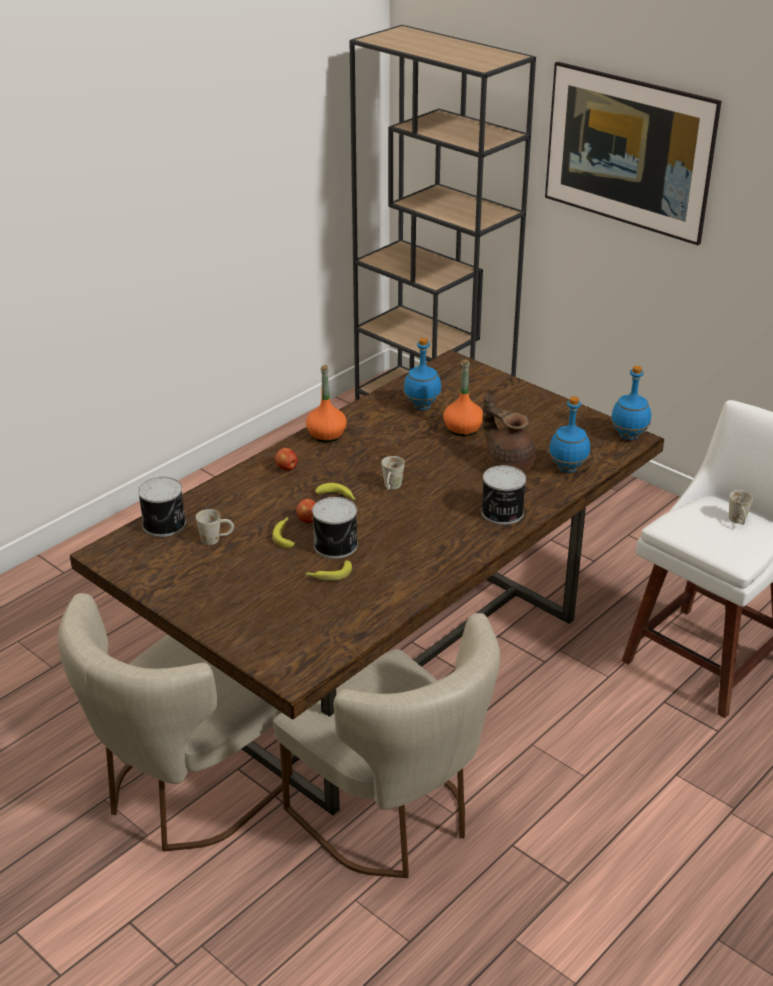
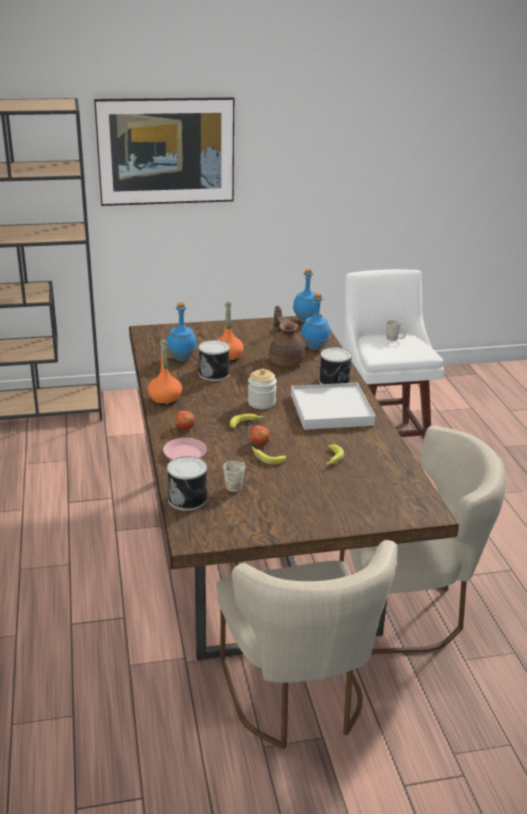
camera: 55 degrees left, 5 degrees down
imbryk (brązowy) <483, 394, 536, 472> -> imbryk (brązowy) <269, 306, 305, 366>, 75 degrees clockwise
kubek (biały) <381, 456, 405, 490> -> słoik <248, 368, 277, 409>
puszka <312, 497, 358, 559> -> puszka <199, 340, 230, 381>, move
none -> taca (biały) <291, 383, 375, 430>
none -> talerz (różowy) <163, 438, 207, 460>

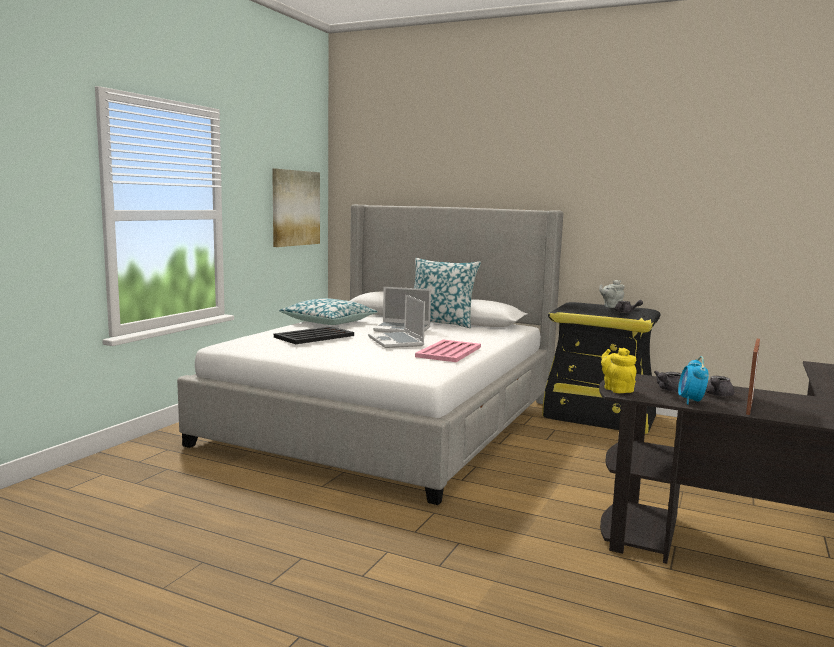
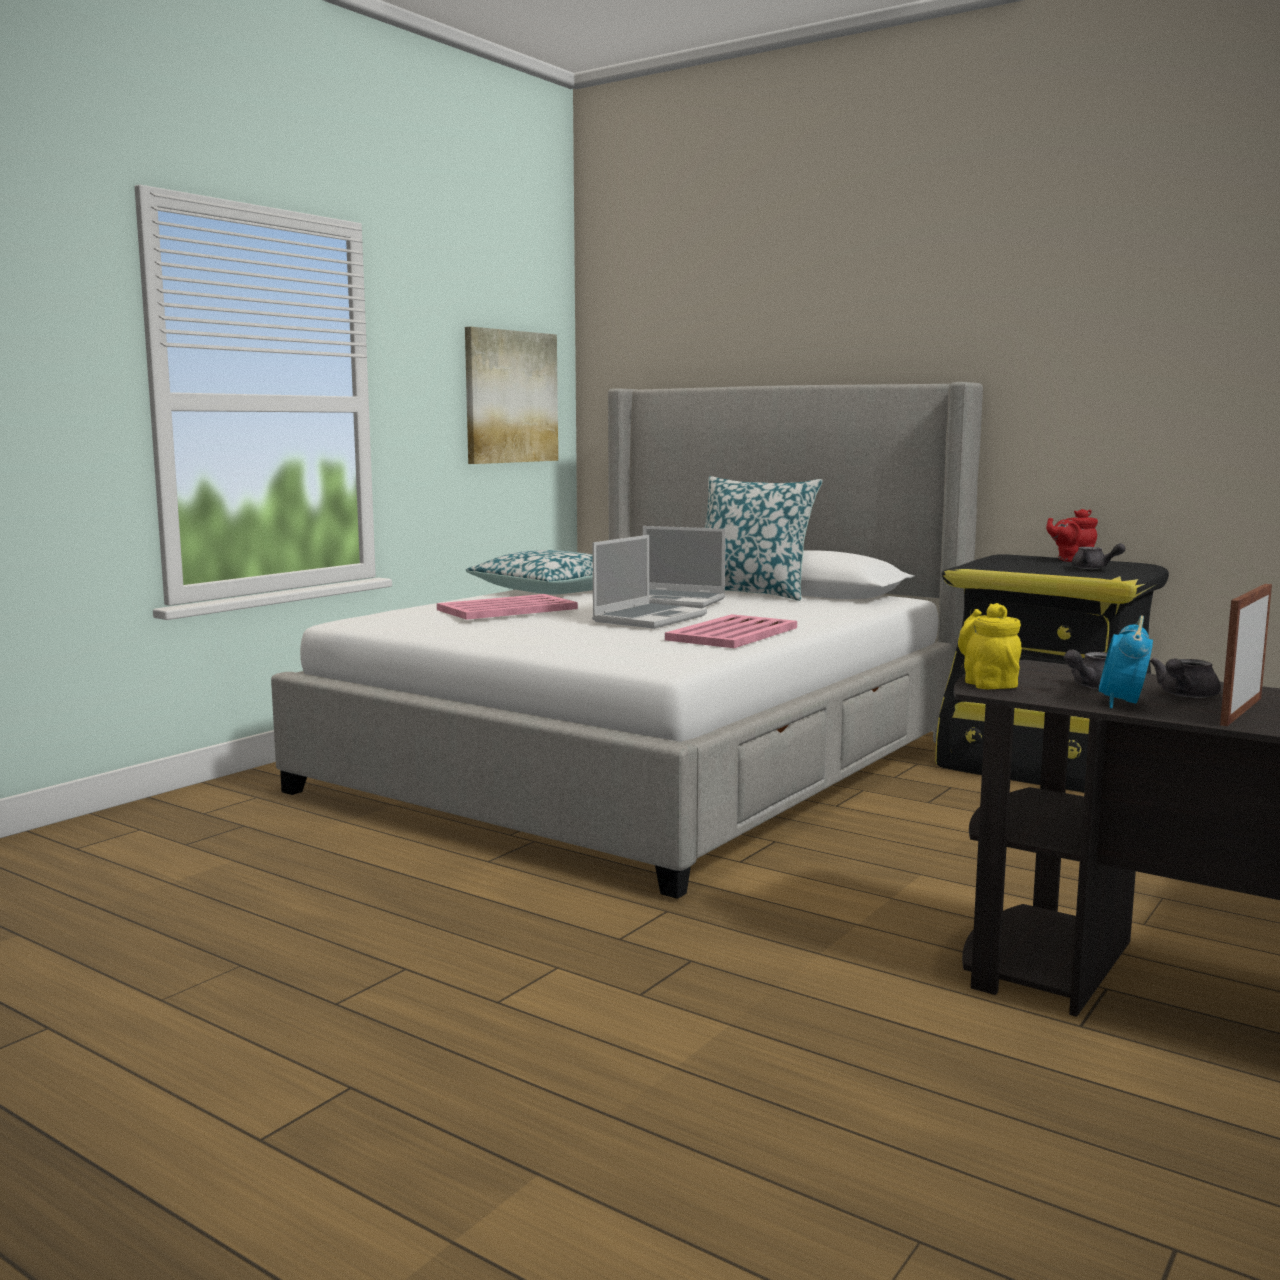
camera: 10 degrees right, 0 degrees up
imbryk (szary) <599, 280, 625, 308> -> imbryk (czerwony) <1046, 509, 1098, 562>
laptop <368, 294, 425, 348> -> laptop <592, 535, 707, 629>, 135 degrees counterclockwise
taca (czarny) <274, 326, 354, 344> -> taca (różowy) <437, 594, 578, 620>

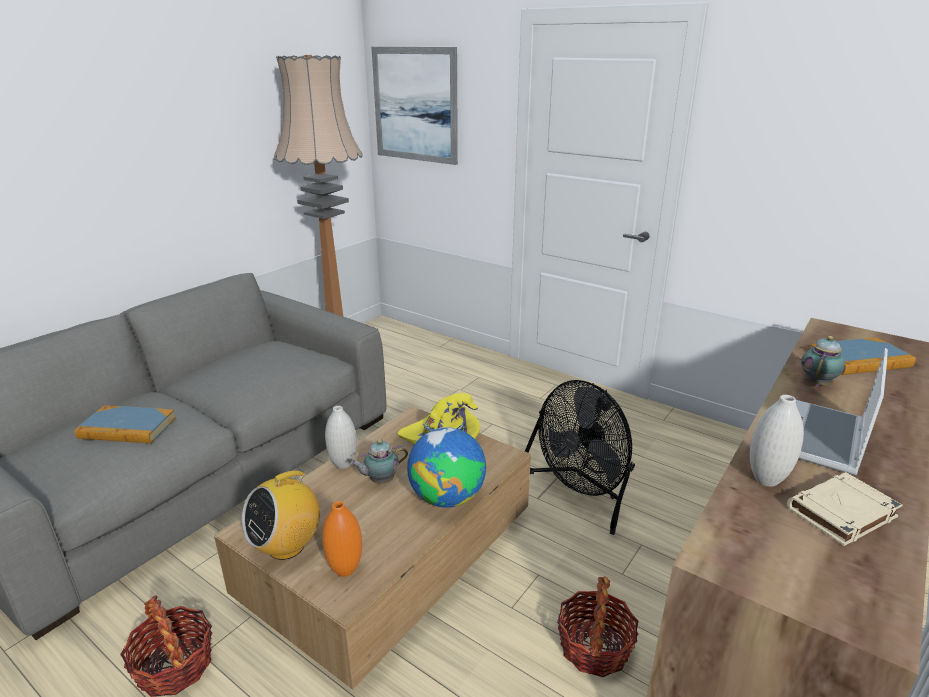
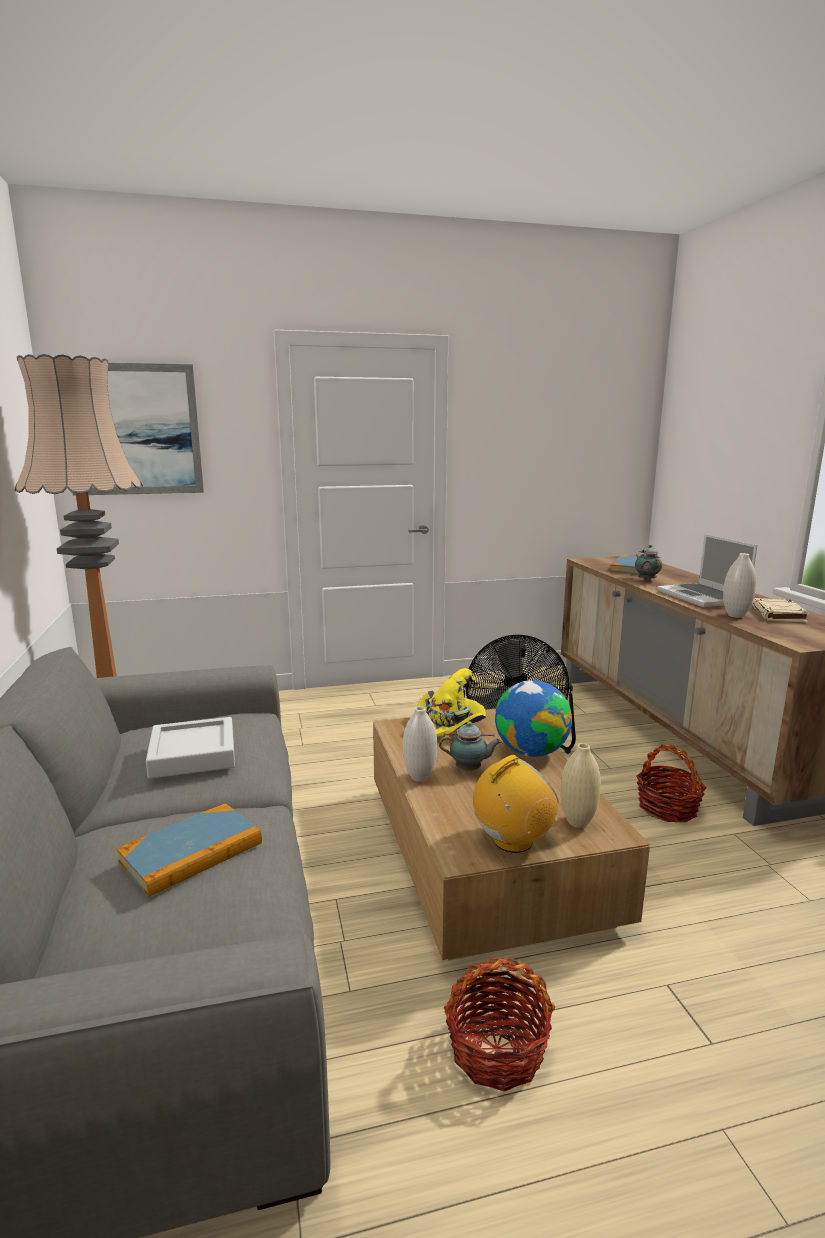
camera: 50 degrees left, 10 degrees down
imbryk <350, 439, 408, 484> -> imbryk <439, 721, 501, 770>, 105 degrees counterclockwise
radio <242, 465, 320, 560> -> radio <473, 755, 559, 853>, 120 degrees counterclockwise
wazon (pomarańczowy) <322, 501, 362, 577> -> wazon (beżowy) <560, 743, 601, 828>
none -> taca (szary) <146, 717, 235, 779>

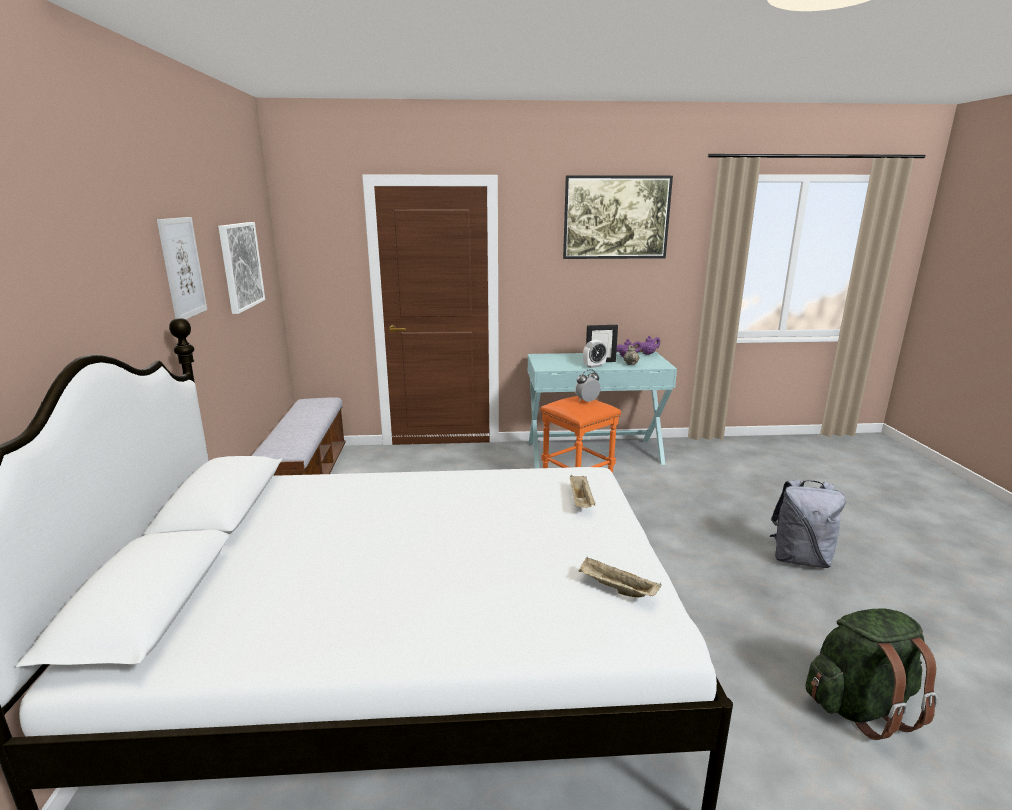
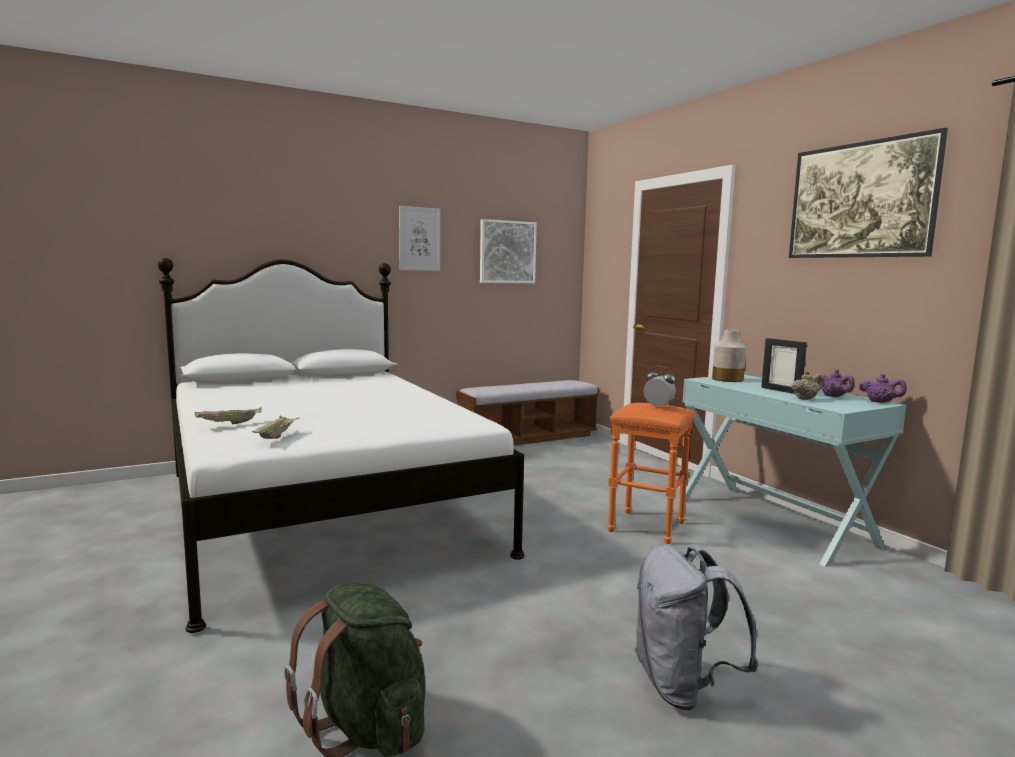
camera: 65 degrees right, 10 degrees down
budzik <583, 339, 607, 368> -> none
taca (beżowy) <570, 475, 595, 508> -> taca (beżowy) <195, 407, 262, 424>, move
none -> wazon (beżowy) <712, 330, 746, 382>

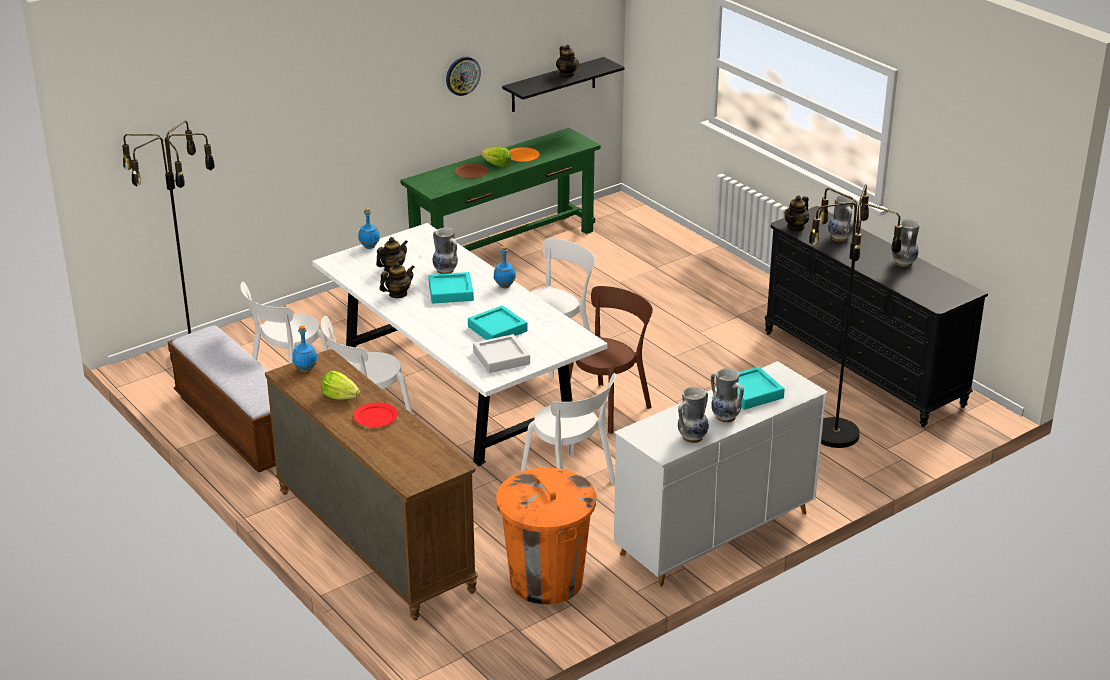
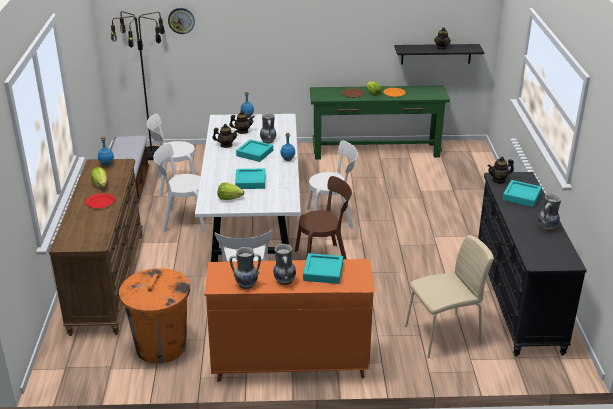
camera: 35 degrees right, 0 degrees up
zegar ścienny <446, 57, 481, 96> -> zegar ścienny <168, 8, 195, 34>, move
lampa stojąca <809, 184, 902, 448> -> krzesło (beżowy) <405, 235, 494, 358>
wazon <828, 195, 854, 241> -> taca (turkusowy) <502, 180, 542, 207>
taca (szary) <473, 334, 530, 373> -> sałata <218, 182, 244, 200>
szafka (biały) <614, 361, 827, 587> -> szafka (pomarańczowy) <205, 259, 375, 382>

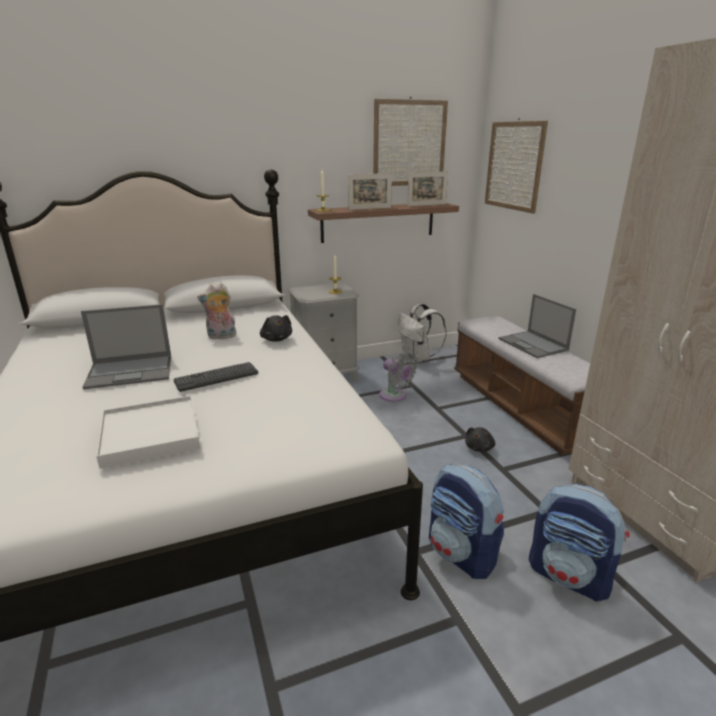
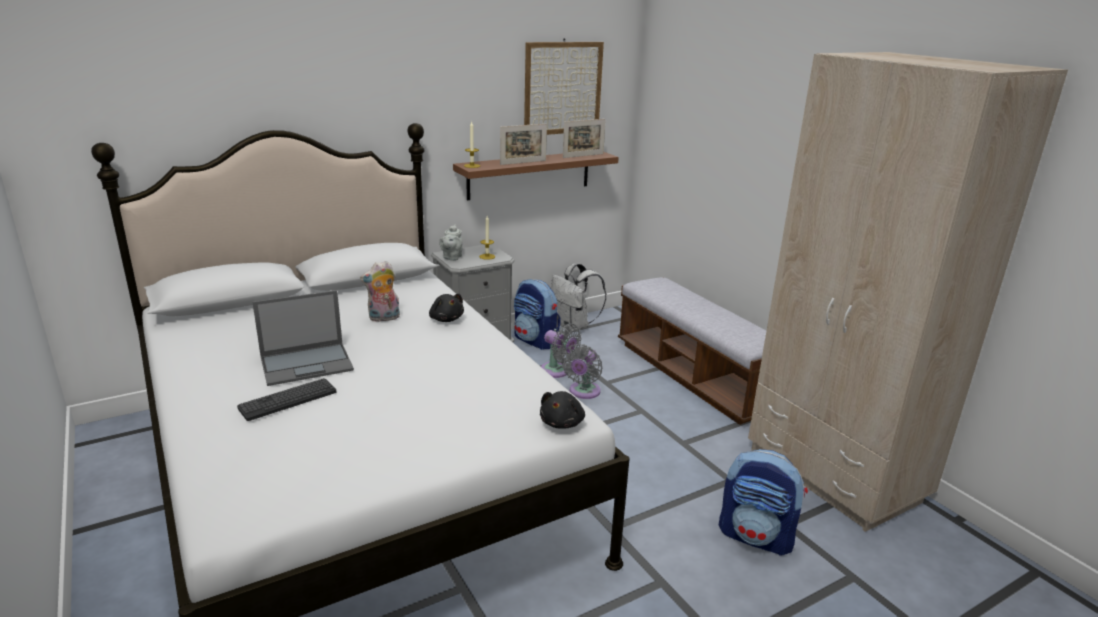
camera: 10 degrees left, 0 degrees up
obraz <485, 118, 548, 214> -> none
laptop <498, 294, 576, 358> -> none
klawiatura <174, 362, 258, 392> -> klawiatura <237, 378, 336, 421>, move
taca (biały) <96, 396, 200, 469> -> none
pluszak (czarny) <465, 427, 495, 452> -> pluszak (czarny) <540, 391, 585, 429>, move
plecak <429, 464, 504, 579> -> plecak <514, 279, 561, 350>, move
none -> imbryk (szary) <439, 225, 463, 261>
none -> wentylator (szary) <561, 344, 602, 399>

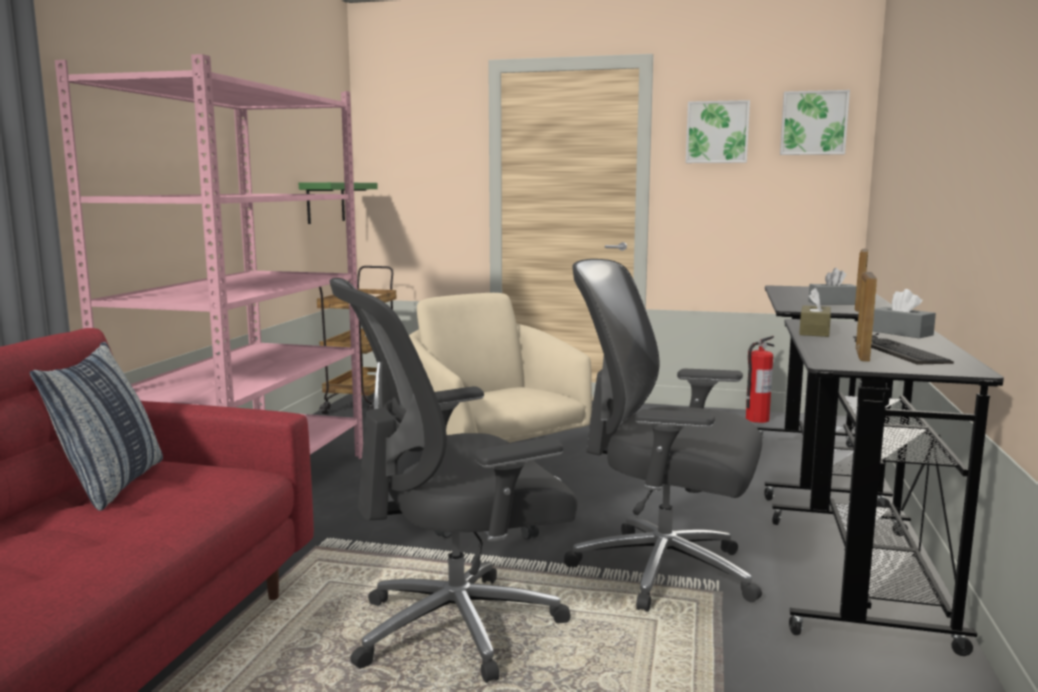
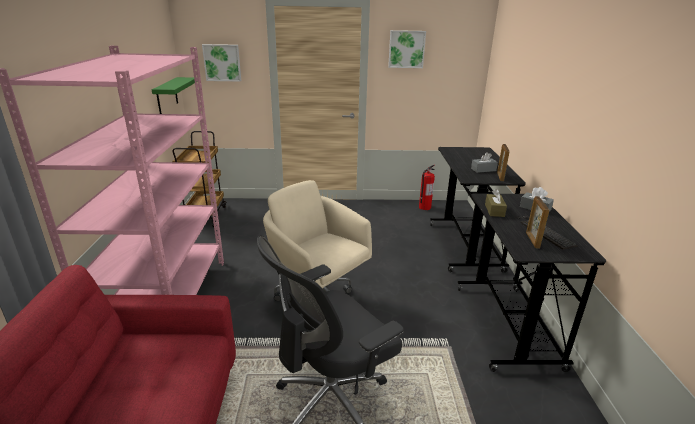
camera: 15 degrees left, 15 degrees up
obraz <780, 90, 850, 155> -> obraz <202, 44, 241, 82>, move
krzesło biurowe <564, 259, 762, 612> -> none
poduszka <30, 342, 163, 511> -> none

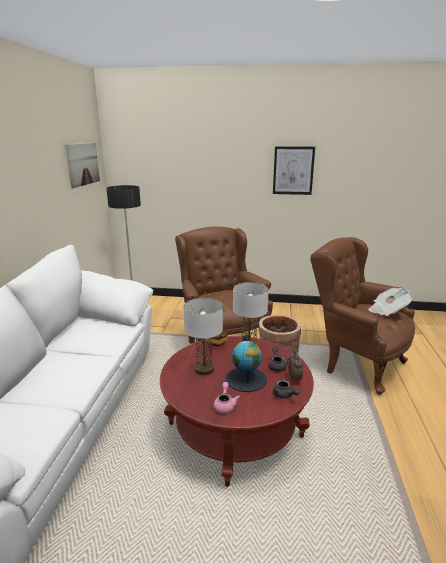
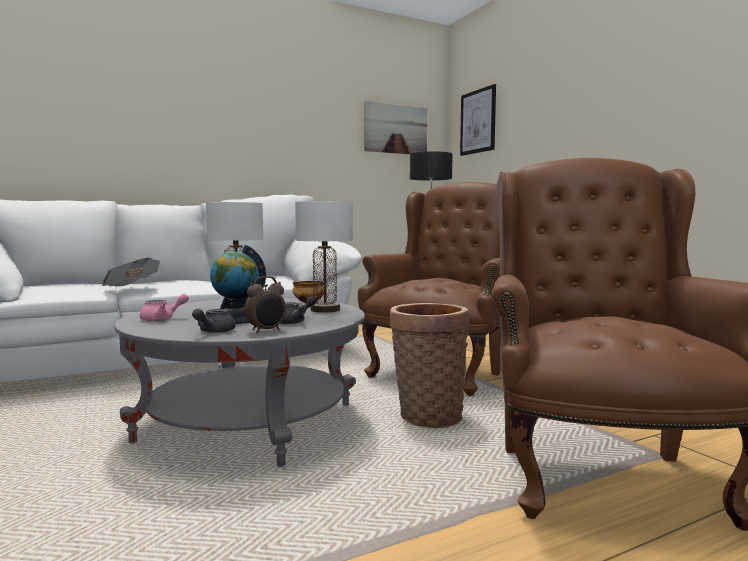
camera: 55 degrees right, 15 degrees down
obraz <273, 146, 315, 195> -> obraz <460, 84, 496, 156>, move
gazeta <368, 288, 412, 316> -> gazeta <102, 258, 160, 286>, move
ława (czerwony) <160, 336, 314, 487> -> ława (szary) <114, 298, 365, 467>

